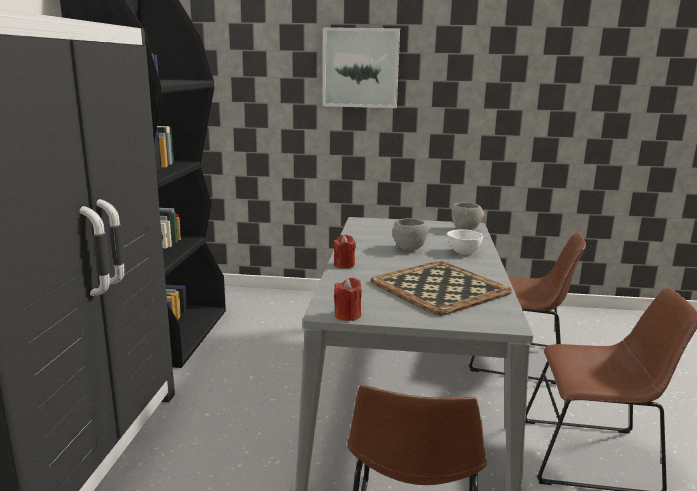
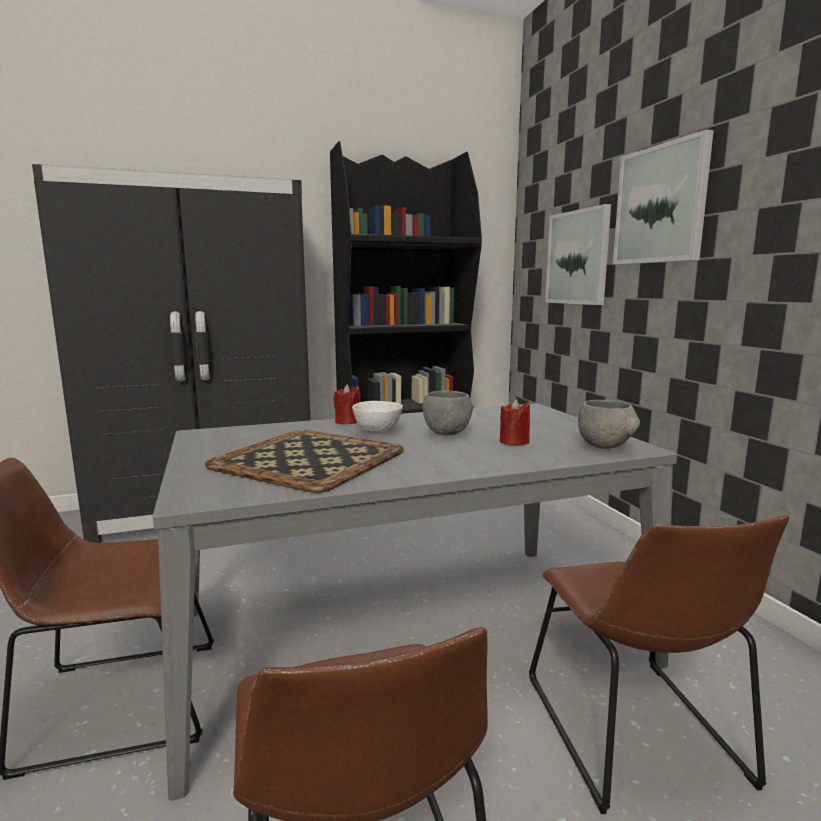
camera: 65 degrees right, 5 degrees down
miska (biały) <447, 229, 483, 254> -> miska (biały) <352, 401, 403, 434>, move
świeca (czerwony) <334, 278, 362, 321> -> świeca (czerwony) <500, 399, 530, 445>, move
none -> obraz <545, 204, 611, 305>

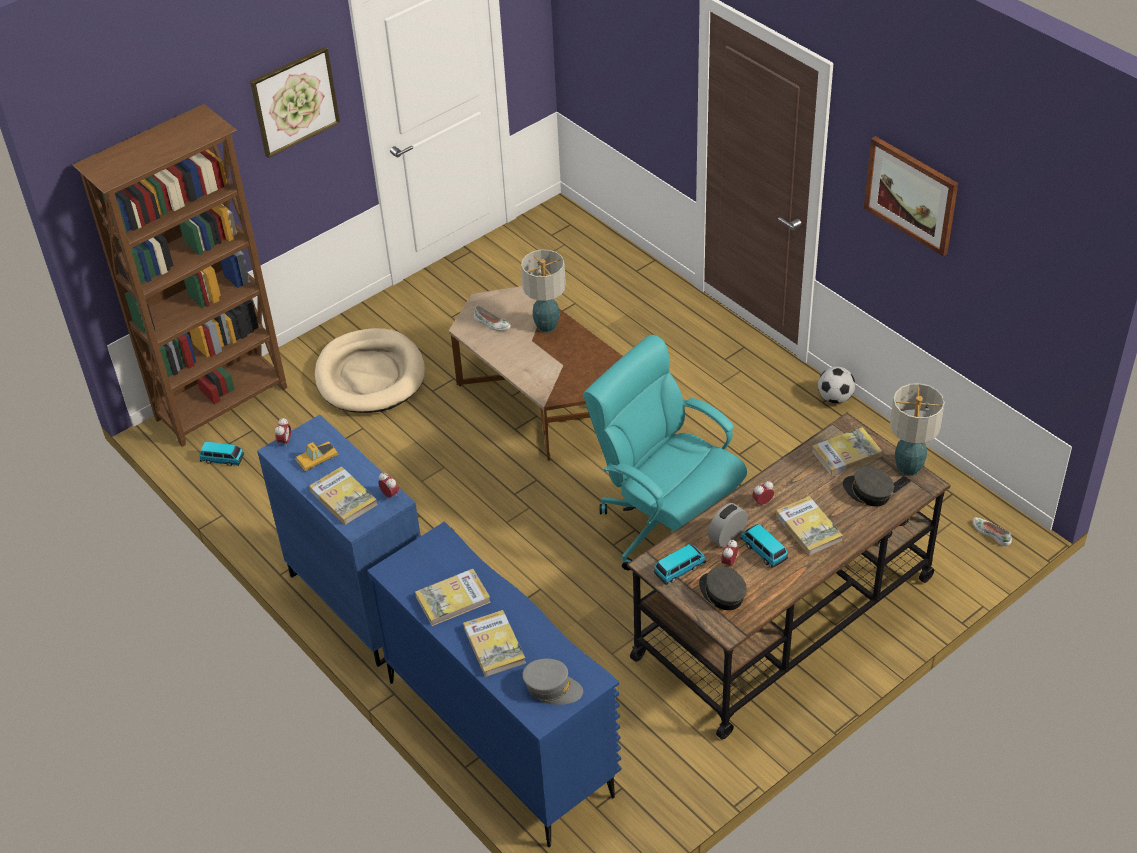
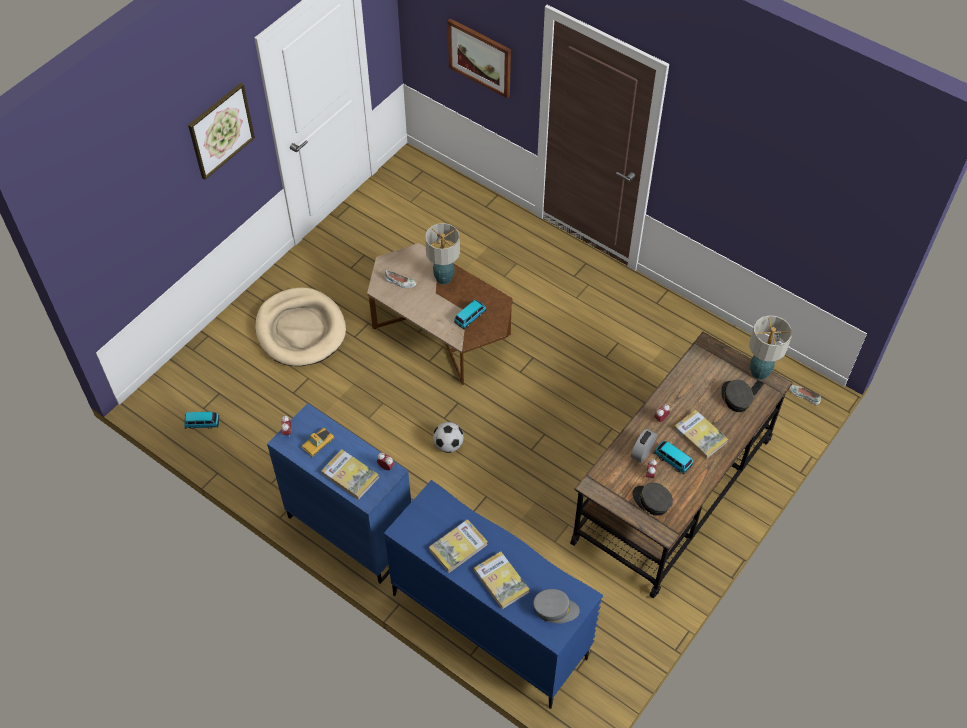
camera: 15 degrees left, 10 degrees up
regał (brązowy) <73, 104, 287, 447> -> none
obraz <864, 136, 958, 256> -> obraz <447, 19, 511, 98>, move
krzesło biurowe (turkusowy) <584, 335, 747, 570> -> none
piłka futbolowa <818, 366, 855, 403> -> piłka futbolowa <433, 422, 464, 453>, move
książka <812, 427, 882, 476> -> none
czapka z daszkiem (szary) <843, 466, 894, 506> -> czapka z daszkiem (szary) <721, 379, 753, 412>, 45 degrees clockwise
samochodzik <654, 544, 706, 585> -> samochodzik <454, 300, 487, 329>, move

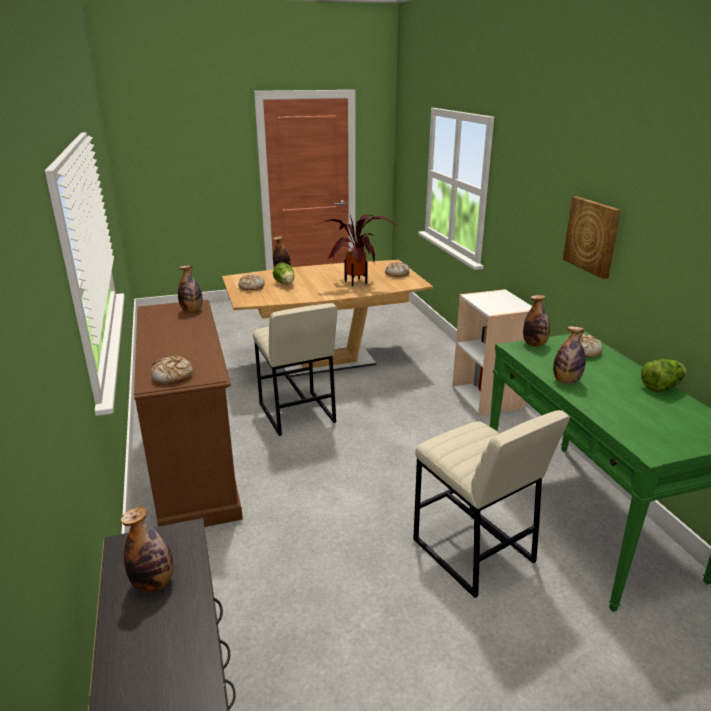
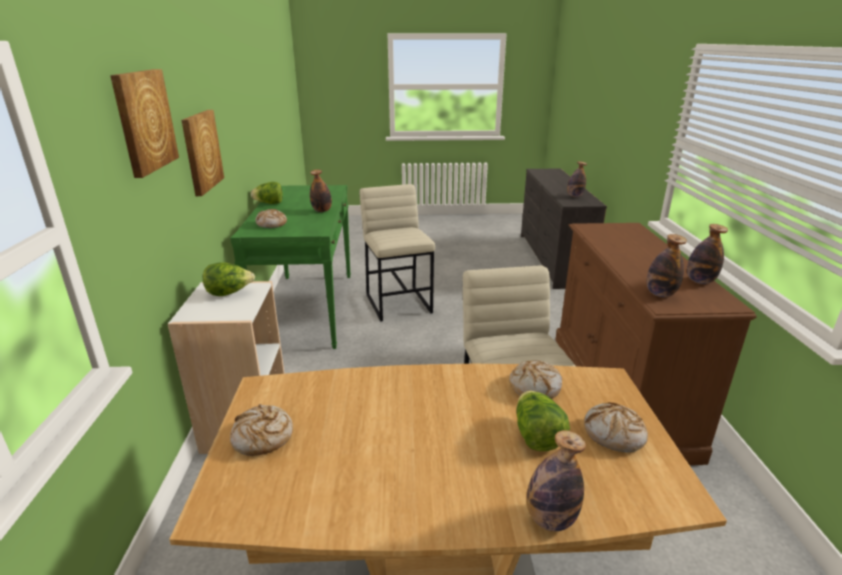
camera: 165 degrees left, 0 degrees up
roślina doniczkowa <315, 211, 398, 286> -> none
butelka <523, 295, 550, 347> -> butelka <687, 224, 728, 284>, move
chleb <151, 356, 193, 384> -> chleb <509, 360, 562, 399>, move
none -> obraz <110, 69, 179, 178>
none -> sałata <203, 262, 255, 296>

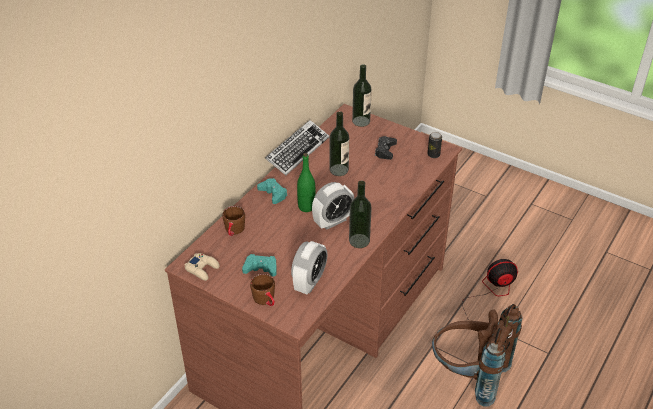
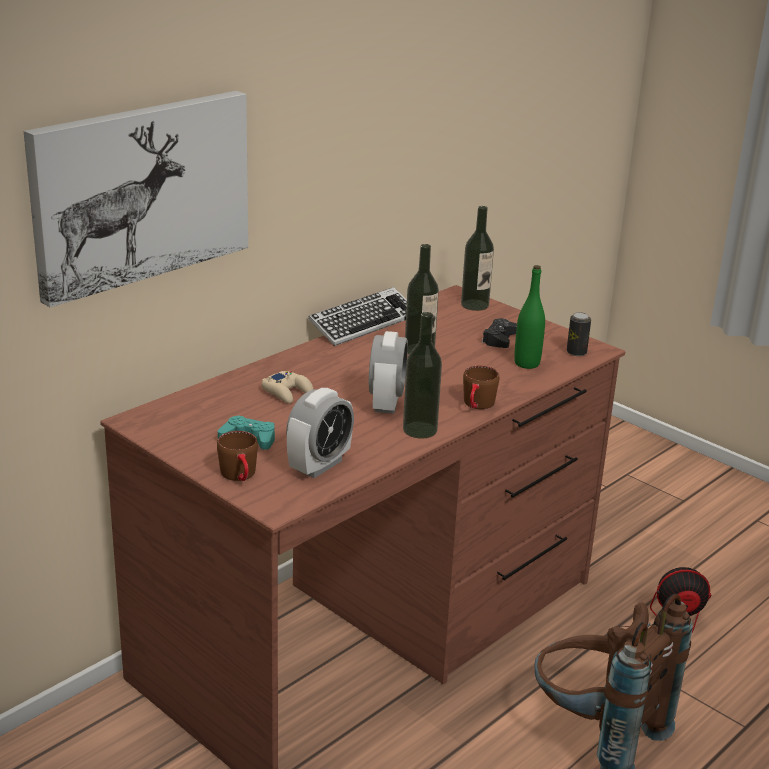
camera: 10 degrees right, 15 degrees down
butelka (zielony) <297, 153, 315, 212> -> butelka (zielony) <514, 265, 545, 369>, move
pad do gier (turkusowy) <257, 178, 288, 204> -> none
budzik <312, 182, 354, 230> -> budzik <369, 331, 408, 414>, 60 degrees counterclockwise
kubek (brązowy) <222, 206, 245, 236> -> kubek (brązowy) <463, 366, 499, 409>, move
pad do gier (beżowy) <185, 253, 220, 281> -> pad do gier (beżowy) <262, 371, 313, 404>, move
none -> obraz <24, 91, 248, 307>

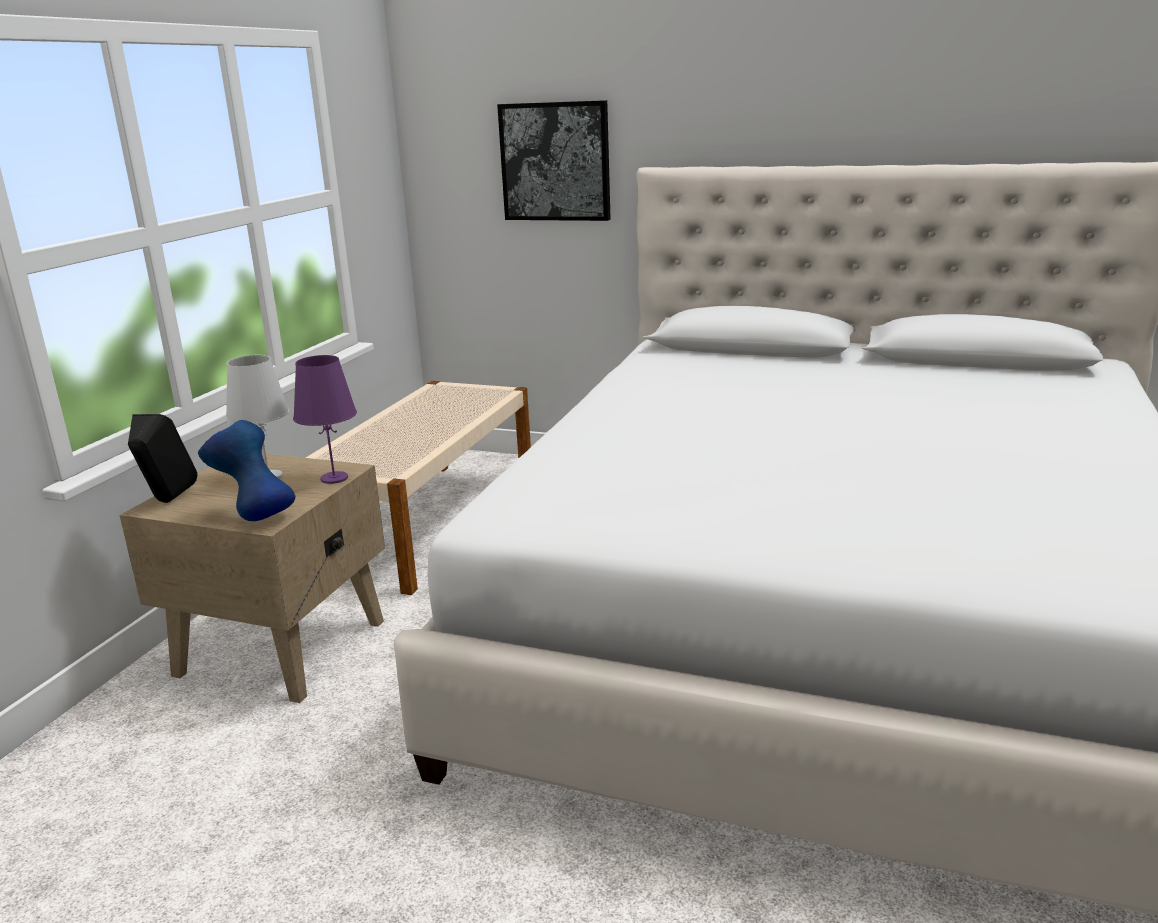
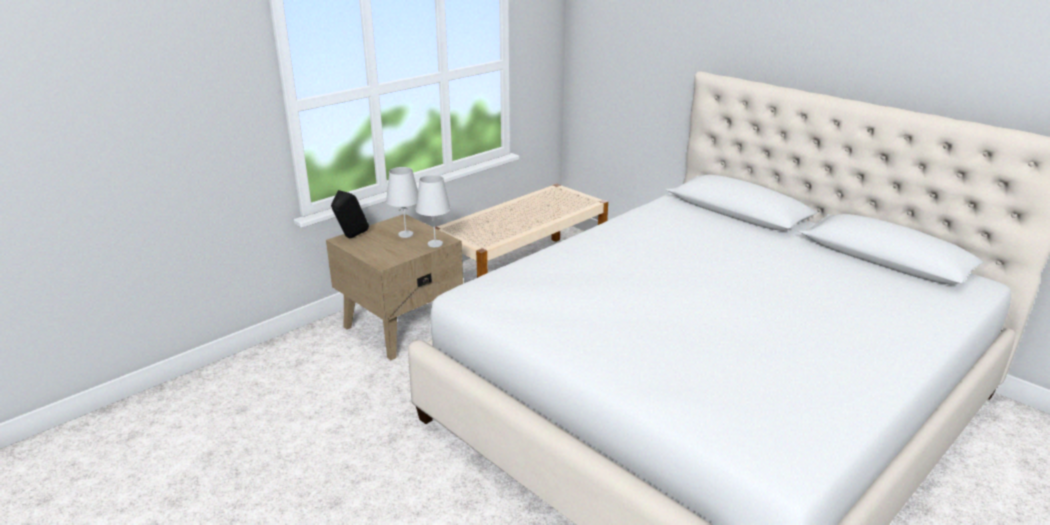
camera: 25 degrees right, 5 degrees up
obraz <497, 100, 611, 221> -> none
lampa stołowa (fioletowy) <293, 355, 357, 484> -> lampa stołowa (biały) <416, 175, 451, 247>
wazon (niebieski) <198, 420, 296, 521> -> none

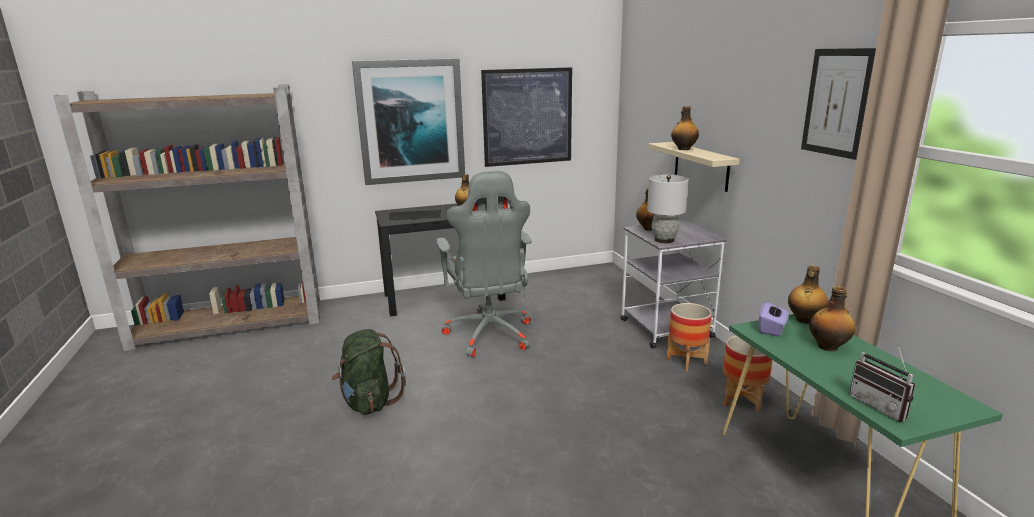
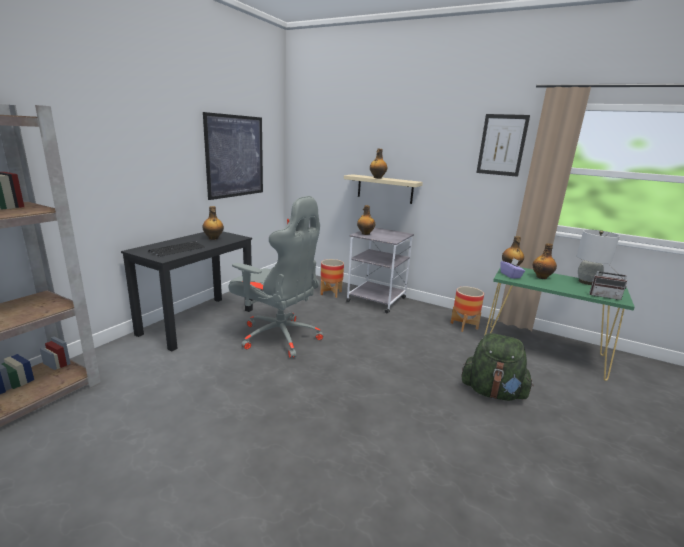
camera: 45 degrees left, 0 degrees up
obraz <352, 59, 465, 185> -> none
lampa stołowa (biały) <647, 175, 689, 243> -> lampa stołowa (biały) <577, 230, 620, 285>, move
donica <666, 303, 712, 371> -> donica <320, 259, 344, 298>, move
plecak (zielony) <332, 329, 406, 415> -> plecak (zielony) <462, 333, 534, 401>, move

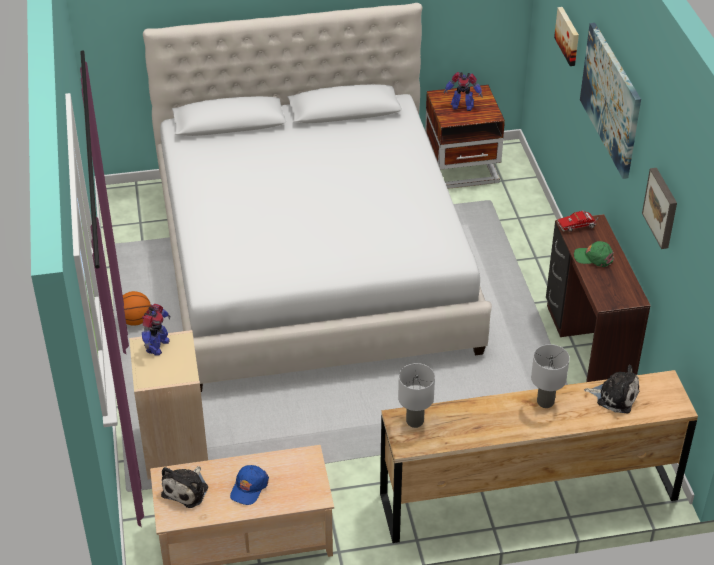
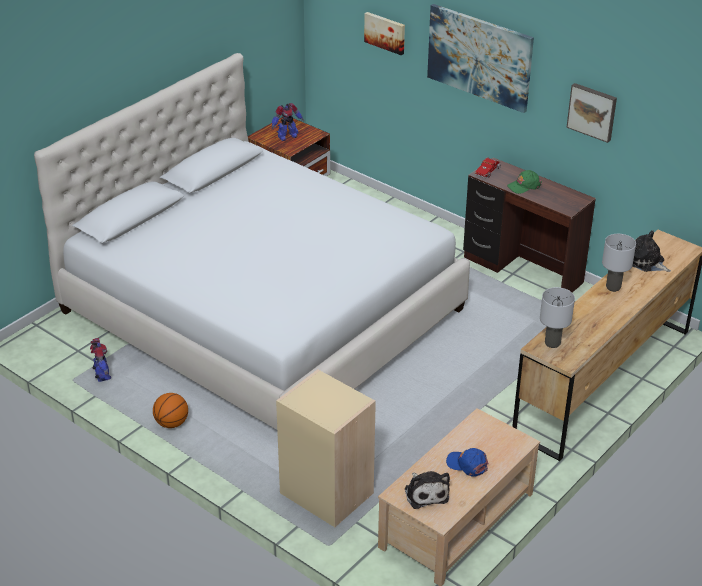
camera: 40 degrees left, 5 degrees down
robot zabawkowy <142, 304, 171, 356> -> robot zabawkowy <90, 338, 111, 382>, move
pluszak <584, 365, 639, 413> -> pluszak <633, 230, 671, 272>, 120 degrees counterclockwise
czapka z daszkiem (niebieski) <230, 465, 269, 505> -> czapka z daszkiem (niebieski) <446, 448, 489, 477>, 135 degrees clockwise

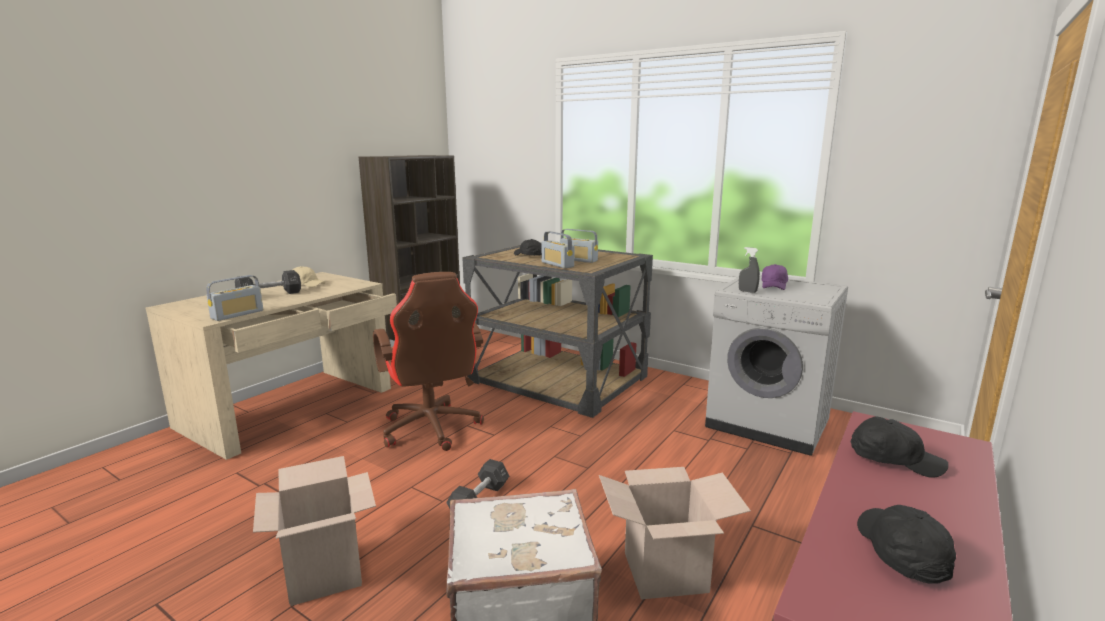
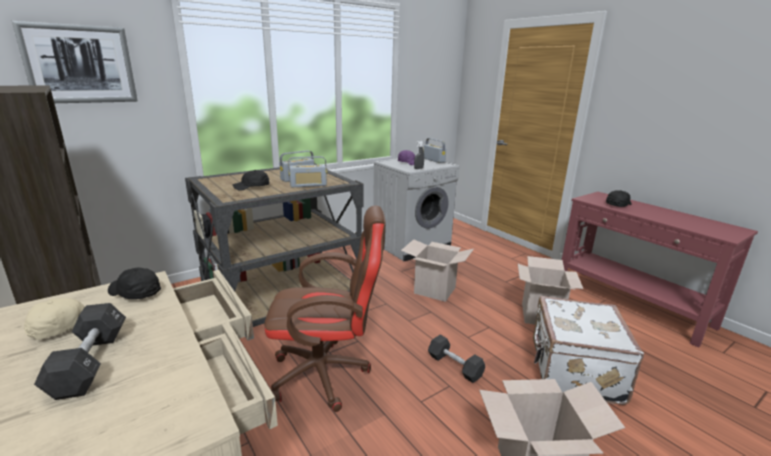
camera: 70 degrees left, 5 degrees up
radio <206, 275, 263, 321> -> radio <424, 138, 446, 163>, move
czapka z daszkiem (czarny) <857, 505, 956, 584> -> czapka z daszkiem (czarny) <108, 267, 161, 299>, move
none -> obraz <12, 21, 138, 103>
none -> karton <401, 239, 474, 302>

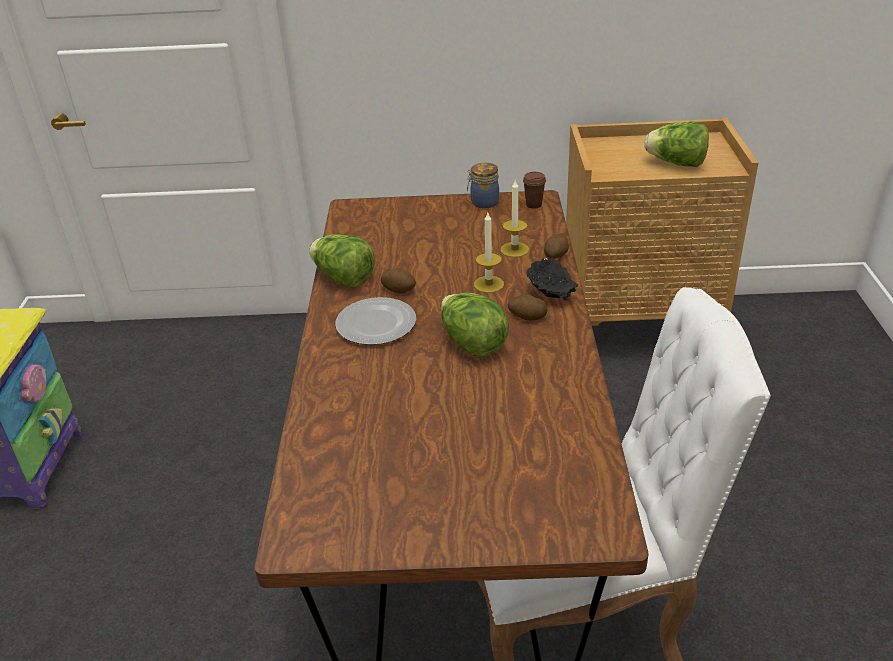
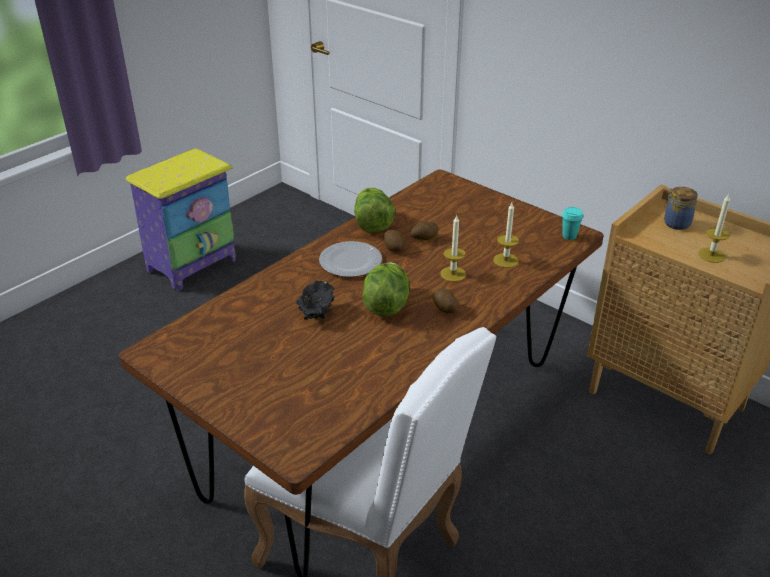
camera: 40 degrees right, 0 degrees up
sałata <644, 121, 709, 167> -> świeca <698, 194, 730, 263>
słoik <467, 163, 499, 208> -> słoik <664, 187, 698, 230>, move
filiżanka (brązowy) <523, 172, 546, 209> -> filiżanka (turkusowy) <562, 207, 583, 240>
ziemniak <544, 234, 569, 259> -> ziemniak <410, 221, 438, 240>, move
miska (czarny) <526, 258, 578, 300> -> miska (czarny) <295, 280, 335, 320>, move

